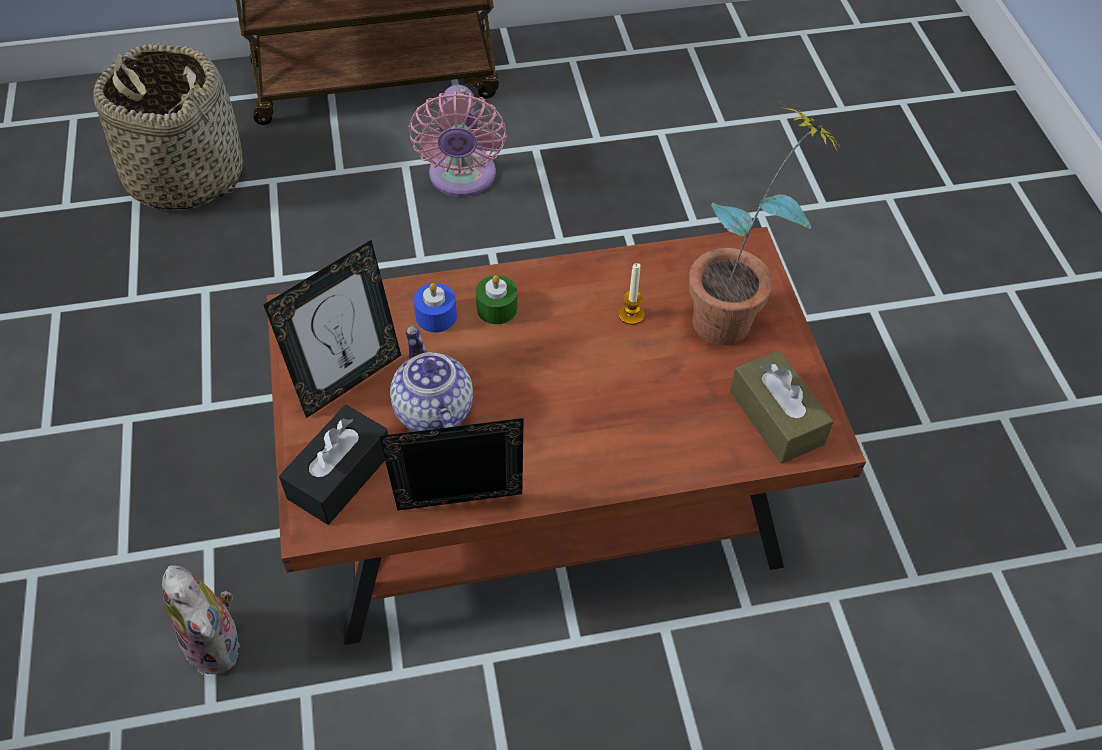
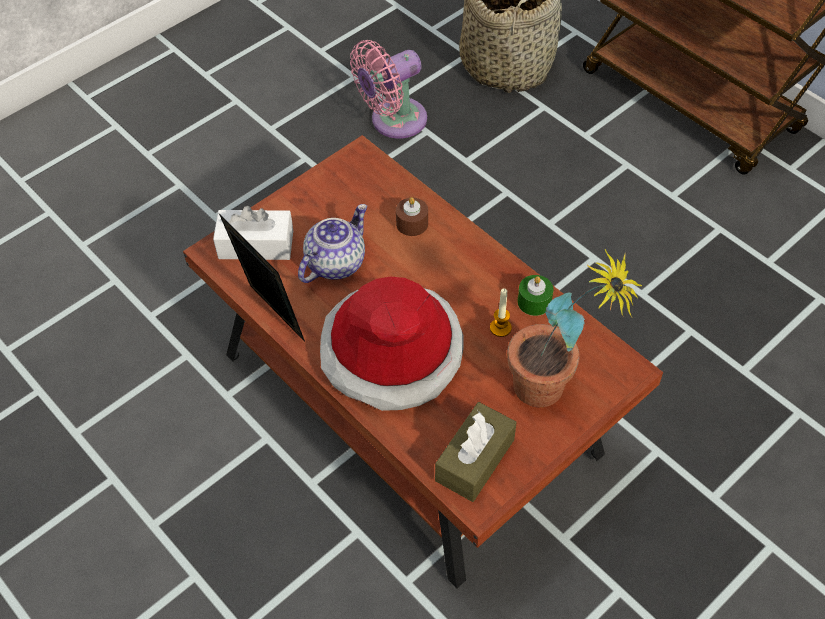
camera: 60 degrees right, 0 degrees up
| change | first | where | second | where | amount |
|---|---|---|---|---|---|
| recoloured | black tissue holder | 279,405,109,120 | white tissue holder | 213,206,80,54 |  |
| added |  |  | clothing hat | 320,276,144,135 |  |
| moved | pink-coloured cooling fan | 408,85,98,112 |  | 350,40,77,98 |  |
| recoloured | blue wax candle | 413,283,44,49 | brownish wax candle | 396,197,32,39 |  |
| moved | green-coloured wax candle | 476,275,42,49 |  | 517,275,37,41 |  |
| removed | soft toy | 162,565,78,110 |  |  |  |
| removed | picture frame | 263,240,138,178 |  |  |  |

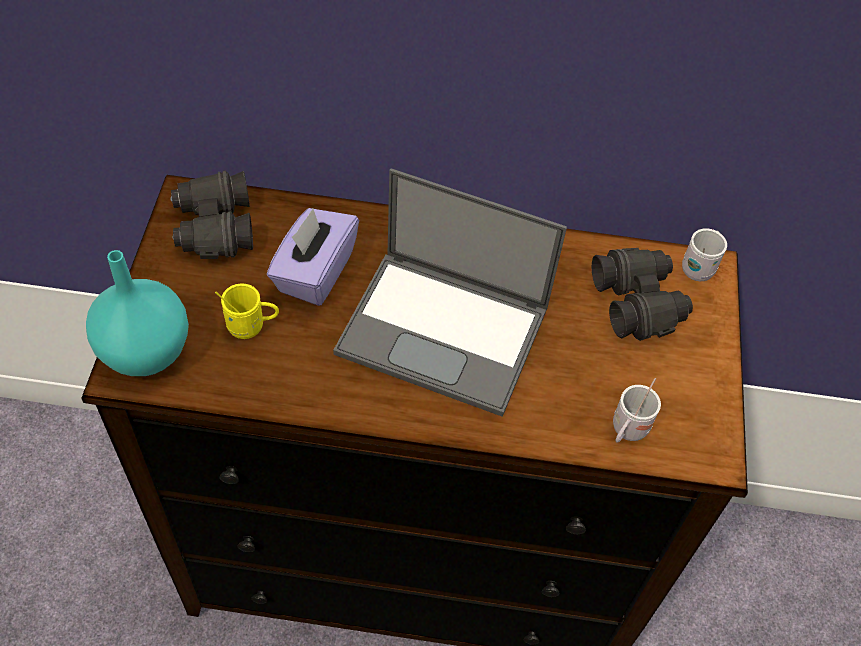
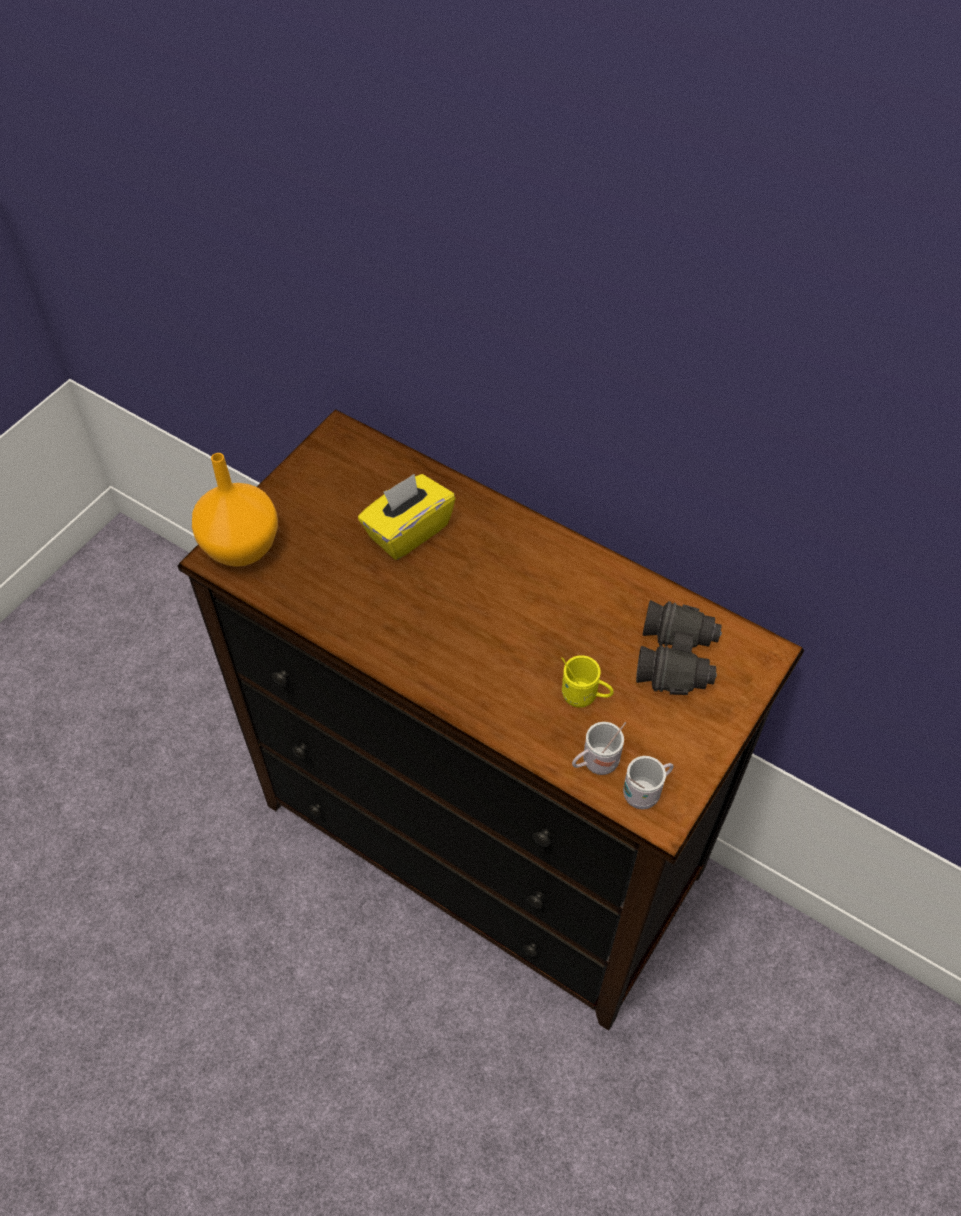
camera: 30 degrees right, 0 degrees up
| change | first | where | second | where | amount |
|---|---|---|---|---|---|
| recoloured | turquoise-coloured decorative vase | 86,250,103,126 | orange decorative vase | 192,453,86,114 |  |
| recoloured | purplish tissue holder | 267,208,92,98 | yellowish tissue holder | 358,474,98,86 |  |
| moved | yellowish coffee mug | 215,283,64,56 |  | 561,655,53,53 |  |
| moved | white coffee mug | 682,228,45,53 |  | 623,756,51,54 |  |
| removed | black pair of binoculars | 170,170,83,89 |  |  |  |
| removed | laptop | 333,168,234,249 |  |  |  |

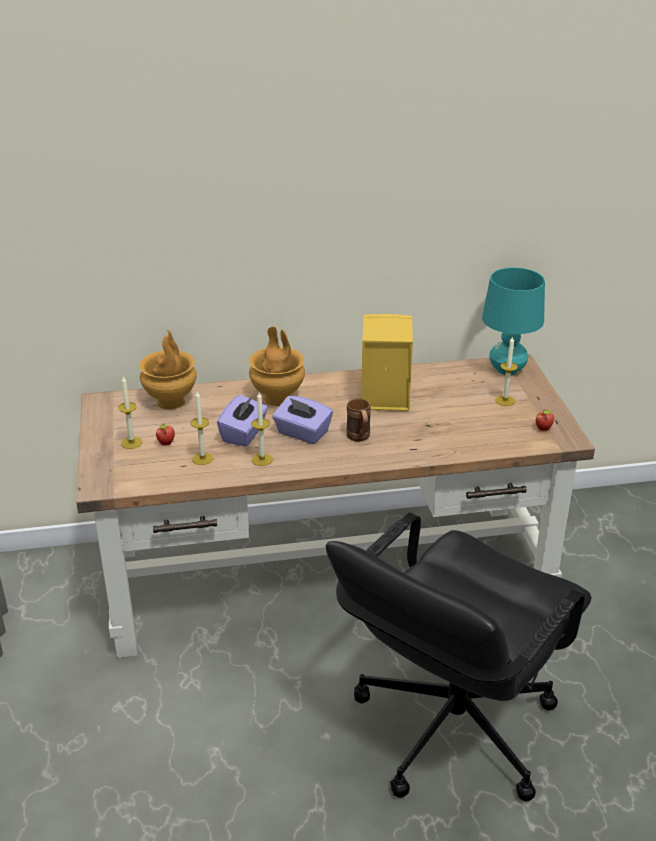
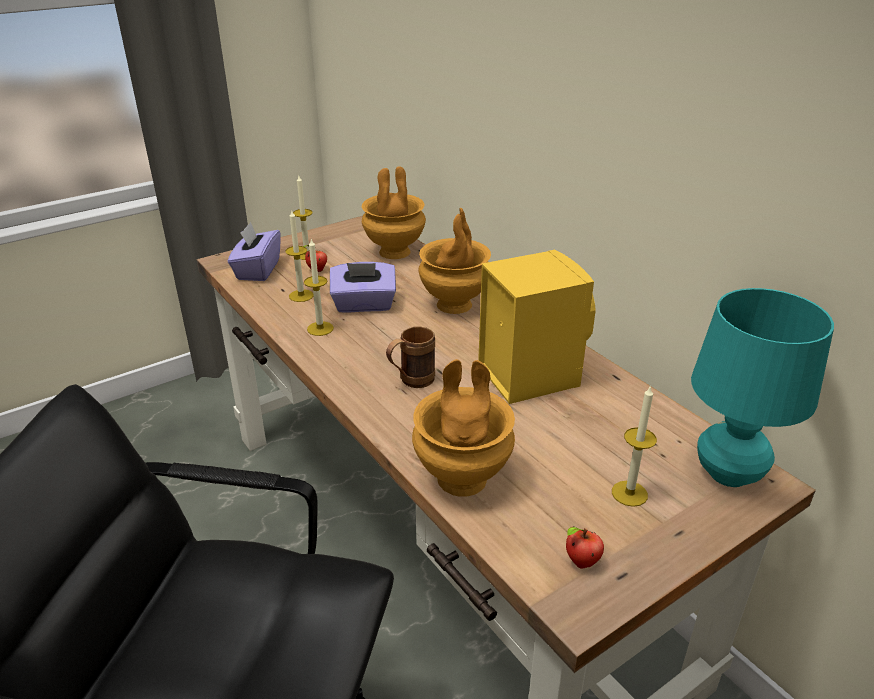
camera: 65 degrees right, 0 degrees up
| change | first | where | second | where | amount |
|---|---|---|---|---|---|
| moved | purplish tissue holder | 272,396,61,48 |  | 228,222,52,59 |  |
| added |  |  | brownish decorative vase | 412,359,103,138 |  |

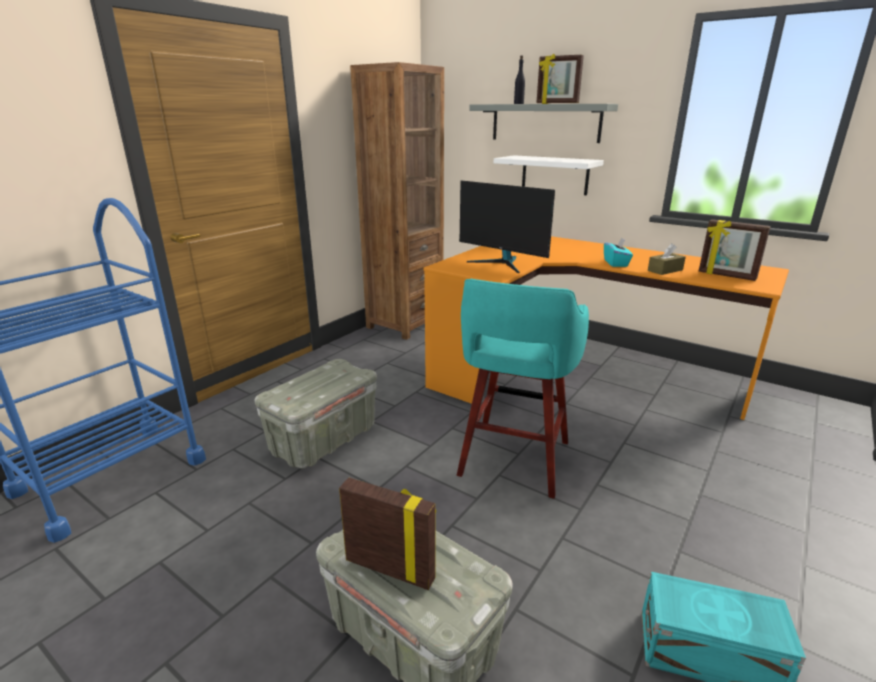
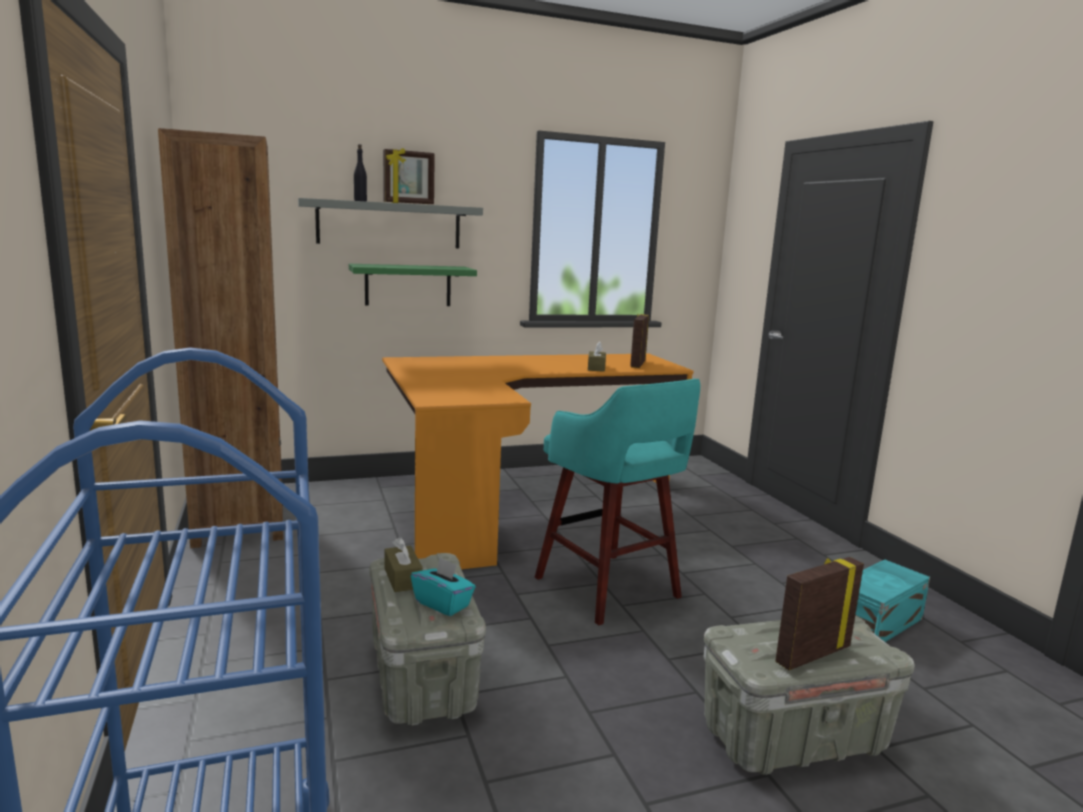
camera: 55 degrees left, 10 degrees down
| change | first | where | second | where | amount |
|---|---|---|---|---|---|
| recoloured | white bracket shelf | 494,155,110,40 | green-coloured bracket shelf | 349,264,128,42 |  |
| added |  |  | brownish tissue holder | 384,537,39,55 |  |
| moved | turquoise-coloured tissue holder | 604,237,29,30 |  | 411,557,65,59 |  |
| turned | picture frame | 699,219,72,62 |  | 630,314,19,54 | 120 degrees clockwise |
| removed | computer screen | 459,181,96,92 |  |  |  |

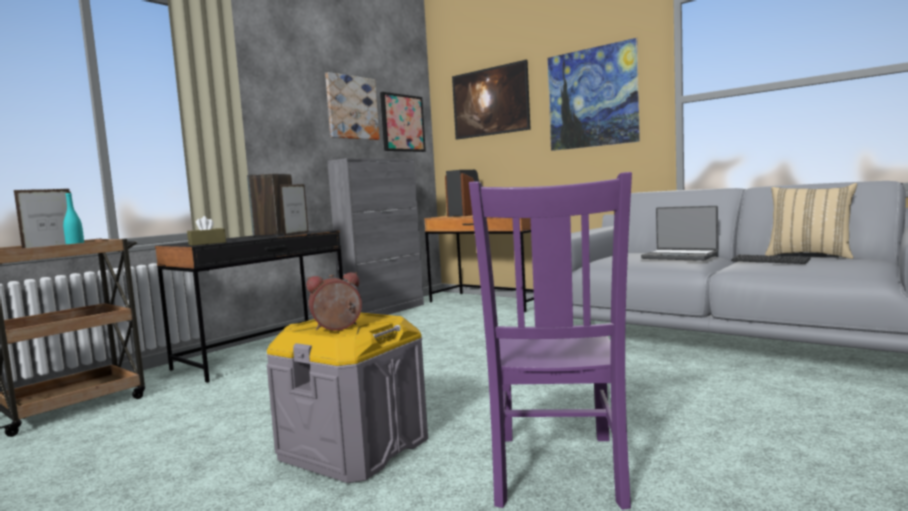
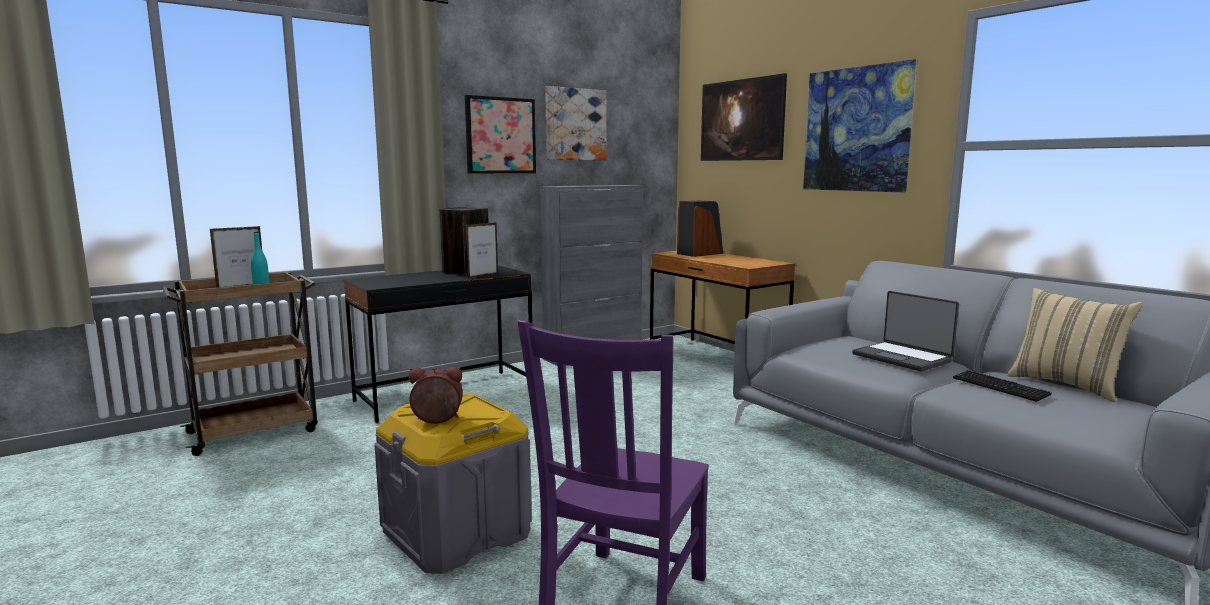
camera: 15 degrees right, 5 degrees up
| change | first | where | second | where | amount |
|---|---|---|---|---|---|
| moved | wall art | 380,92,46,60 |  | 465,95,71,79 |  |
| removed | brownish tissue holder | 187,216,39,30 |  |  |  |

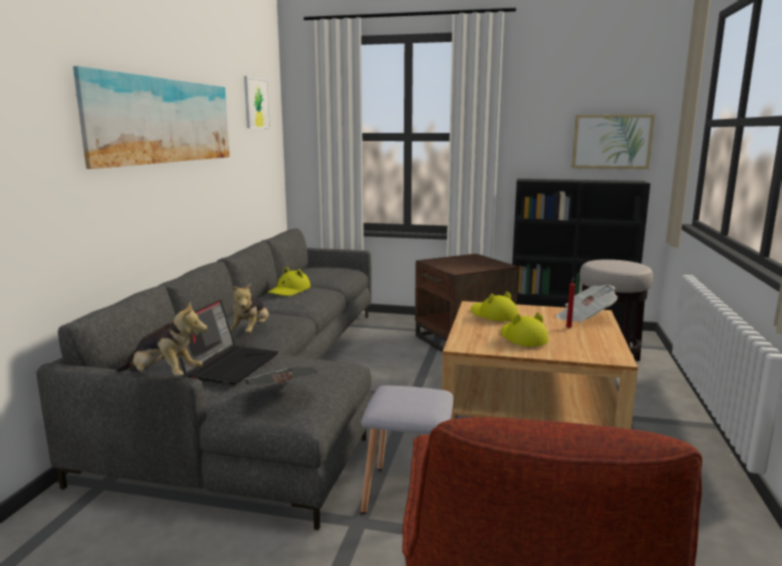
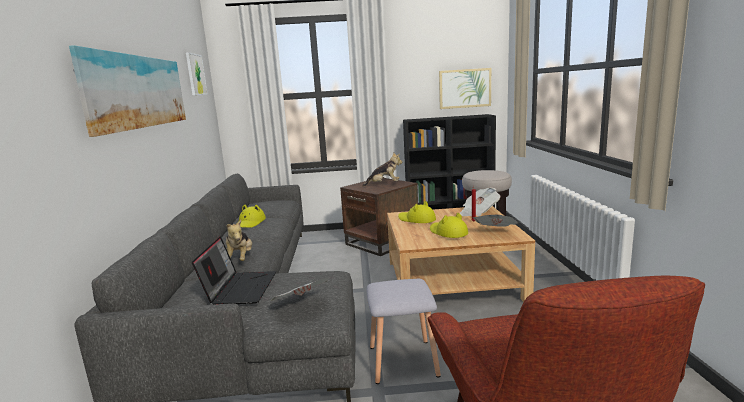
camera: 15 degrees left, 0 degrees up
| change | first | where | second | where | amount |
|---|---|---|---|---|---|
| moved | soft toy | 116,302,91,74 |  | 363,152,39,34 |  |
| added |  |  | printed paper | 473,215,46,12 |  |

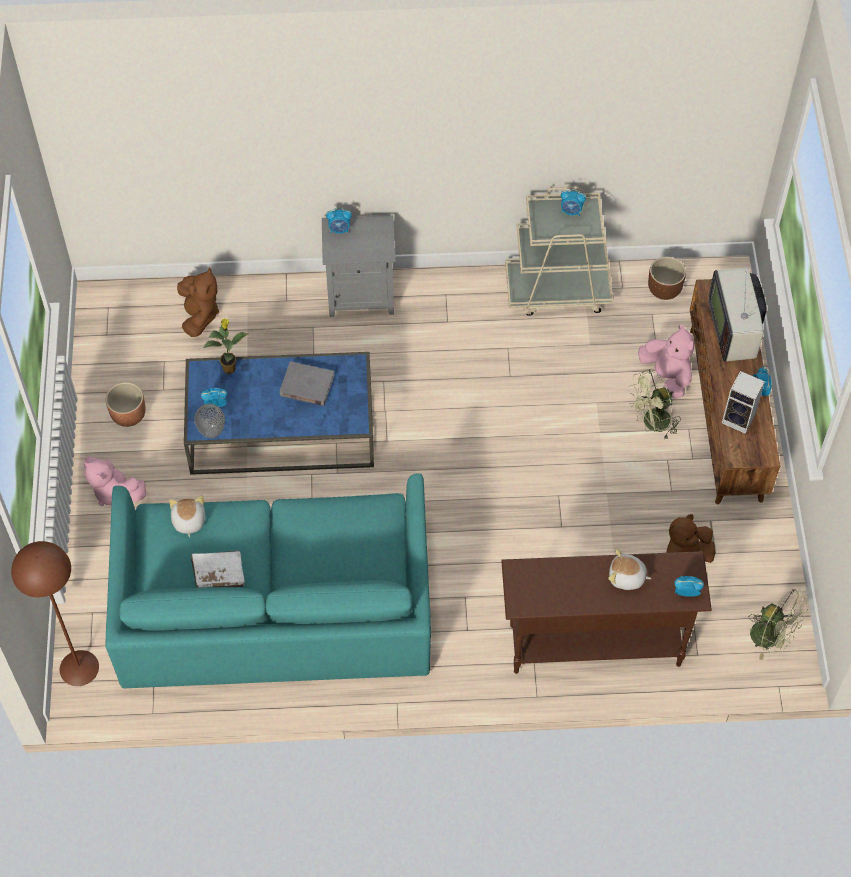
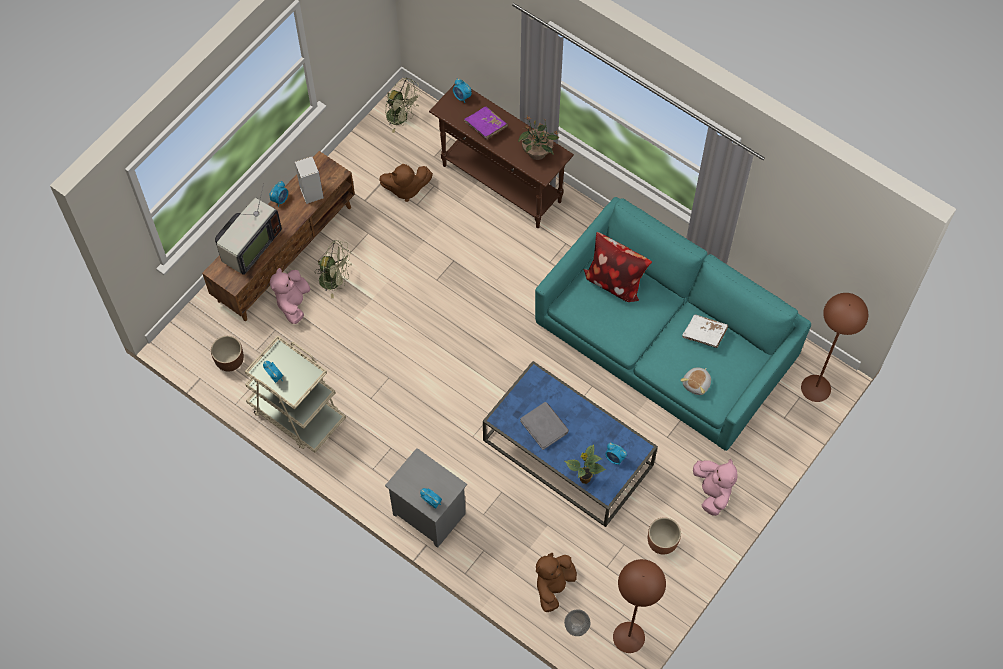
camera: 140 degrees left, 5 degrees up
| change | first | where | second | where | amount |
|---|---|---|---|---|---|
| turned | green-coloured cooling fan | 749,589,60,71 |  | 385,77,36,56 | 135 degrees clockwise |
| replaced | soft toy | 608,549,43,41 | purplish volume | 464,107,44,32 |  |
| added |  |  | plant in a pot | 518,116,42,44 |  |
| moved | decorative vase | 194,403,31,35 |  | 564,609,26,27 |  |
| added |  |  | throw pillow | 583,232,69,70 |  |
| added |  |  | brownish standing lamp | 613,559,53,94 |  |

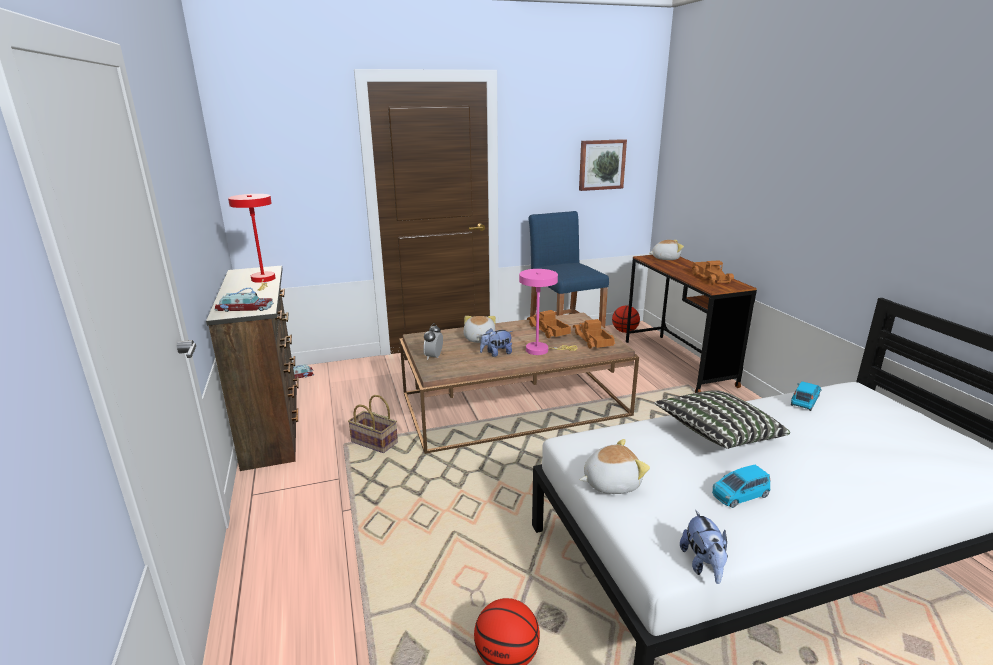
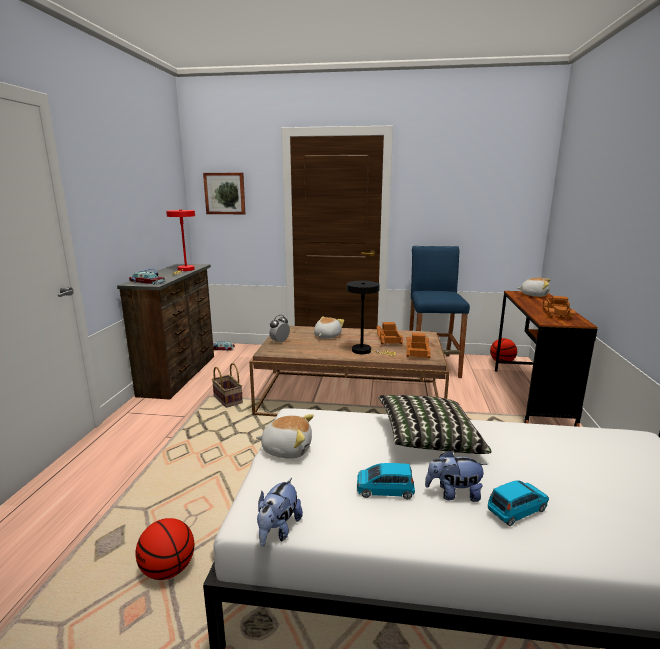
camera: 25 degrees right, 5 degrees down
| change | first | where | second | where | amount |
|---|---|---|---|---|---|
| moved | wall art | 579,139,48,52 |  | 203,173,42,41 |  |
| recoloured | pink-coloured lamp for a table | 519,269,59,86 | black lamp for a table | 347,281,49,75 |  |
| moved | soft toy | 480,328,33,29 |  | 425,450,62,52 |  |
| moved | blue miniature car | 791,381,30,30 |  | 488,480,61,46 |  |

